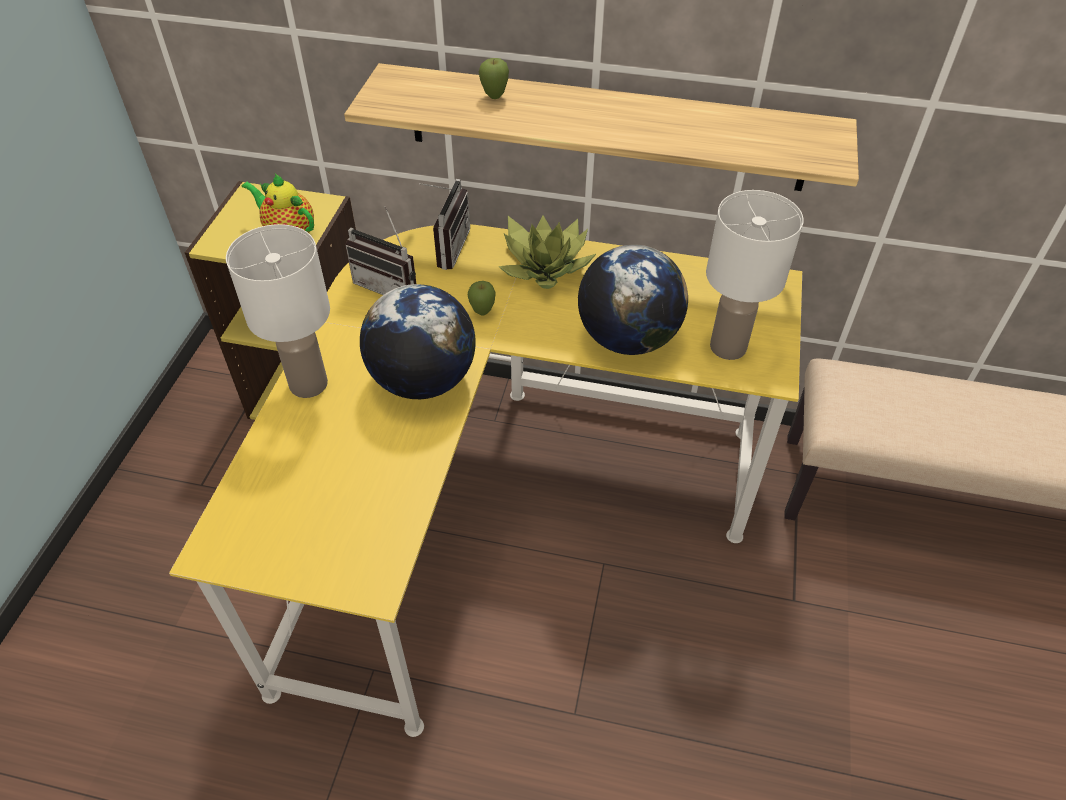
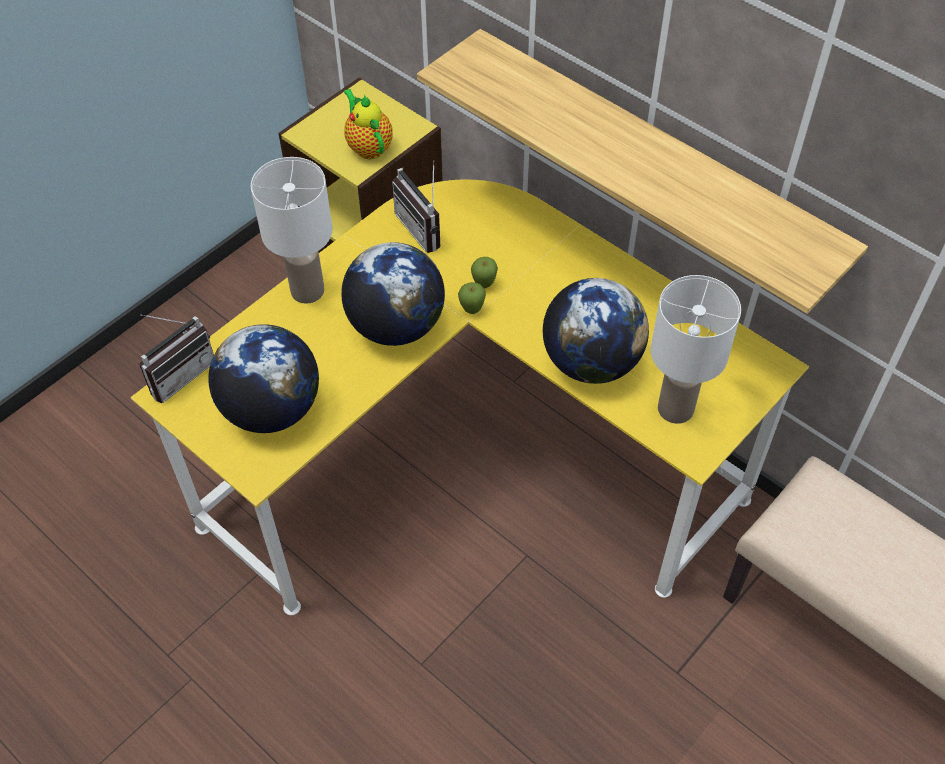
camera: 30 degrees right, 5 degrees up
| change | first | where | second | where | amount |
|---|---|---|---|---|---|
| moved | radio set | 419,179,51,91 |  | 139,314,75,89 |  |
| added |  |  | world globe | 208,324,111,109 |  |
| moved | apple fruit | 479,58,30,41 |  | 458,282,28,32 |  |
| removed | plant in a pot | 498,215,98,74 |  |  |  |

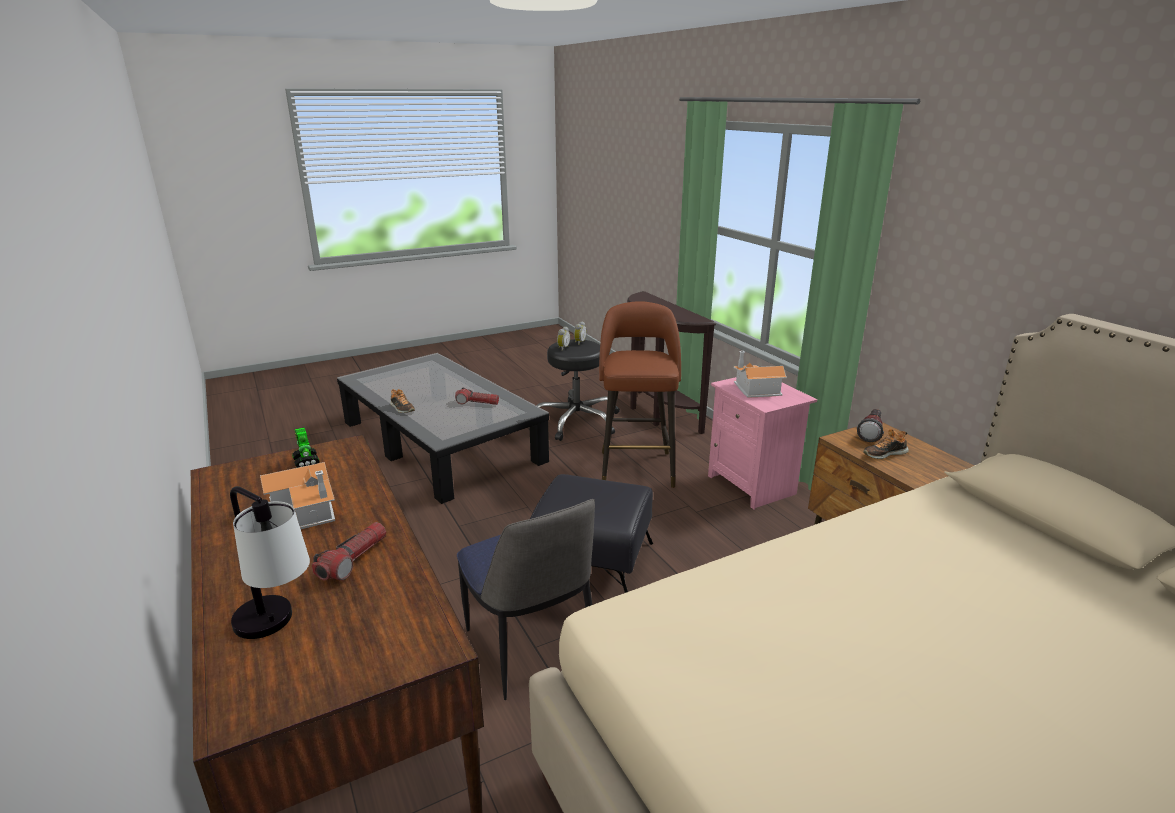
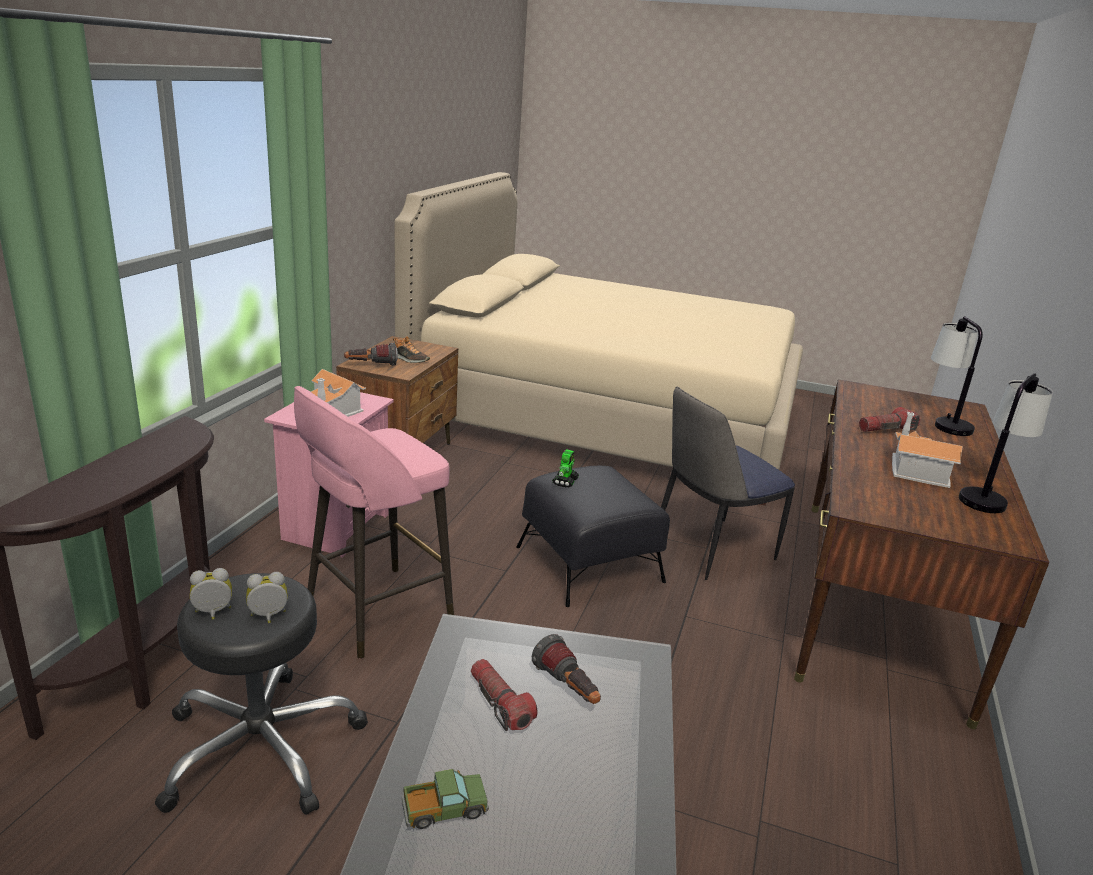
camera: 135 degrees left, 0 degrees up
| change | first | where | second | where | amount |
|---|---|---|---|---|---|
| recoloured | brownish stool seat | 599,301,82,187 | pink-coloured stool seat | 294,386,160,273 |  |
| added |  |  | toy truck | 402,769,87,60 |  |
| added |  |  | hand torch | 532,634,69,70 |  |
| moved | model robot | 292,428,28,40 |  | 552,449,27,38 |  |
| turned | plain chair | 457,499,138,201 |  | 661,387,134,193 | 135 degrees counterclockwise |
| added |  |  | lamp for a table | 959,373,94,140 |  |
| removed | item of footwear | 390,389,25,24 |  |  |  |

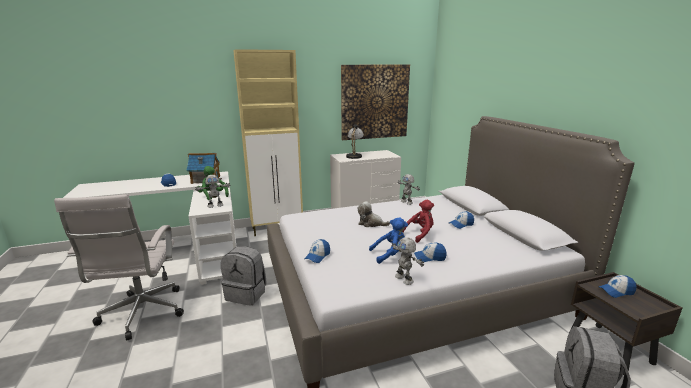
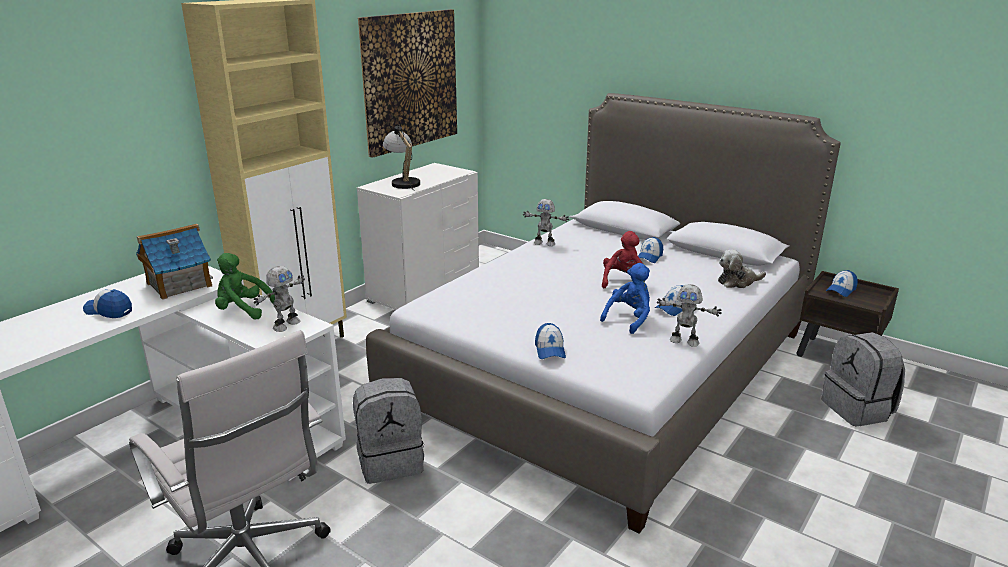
camera: 35 degrees left, 5 degrees up
| change | first | where | second | where | amount |
|---|---|---|---|---|---|
| moved | soft toy | 358,201,32,26 |  | 718,250,48,38 |  |

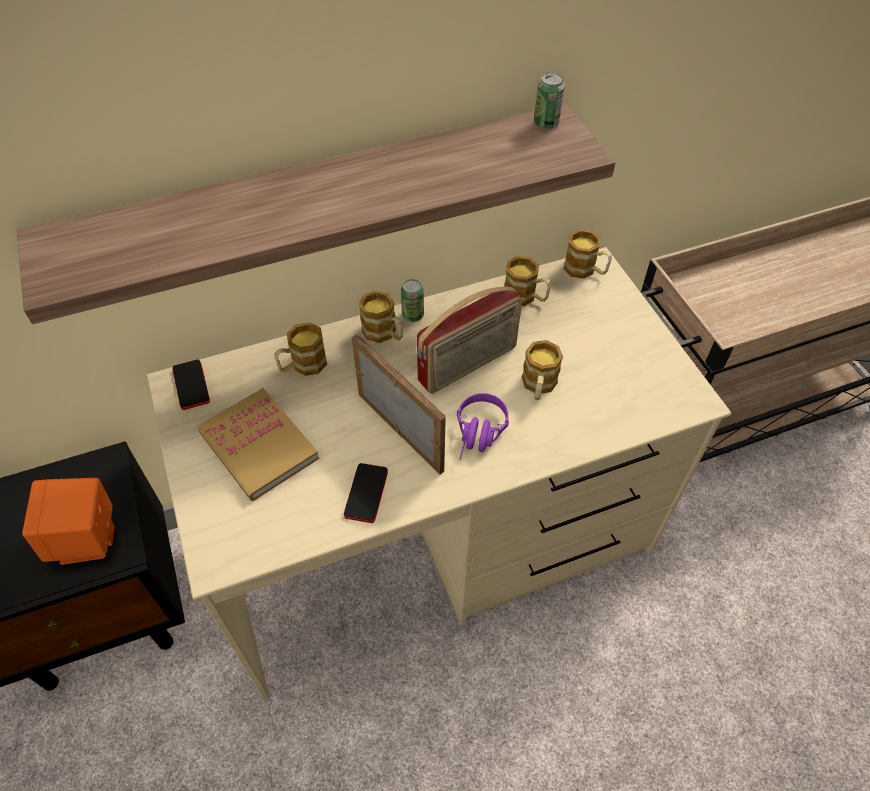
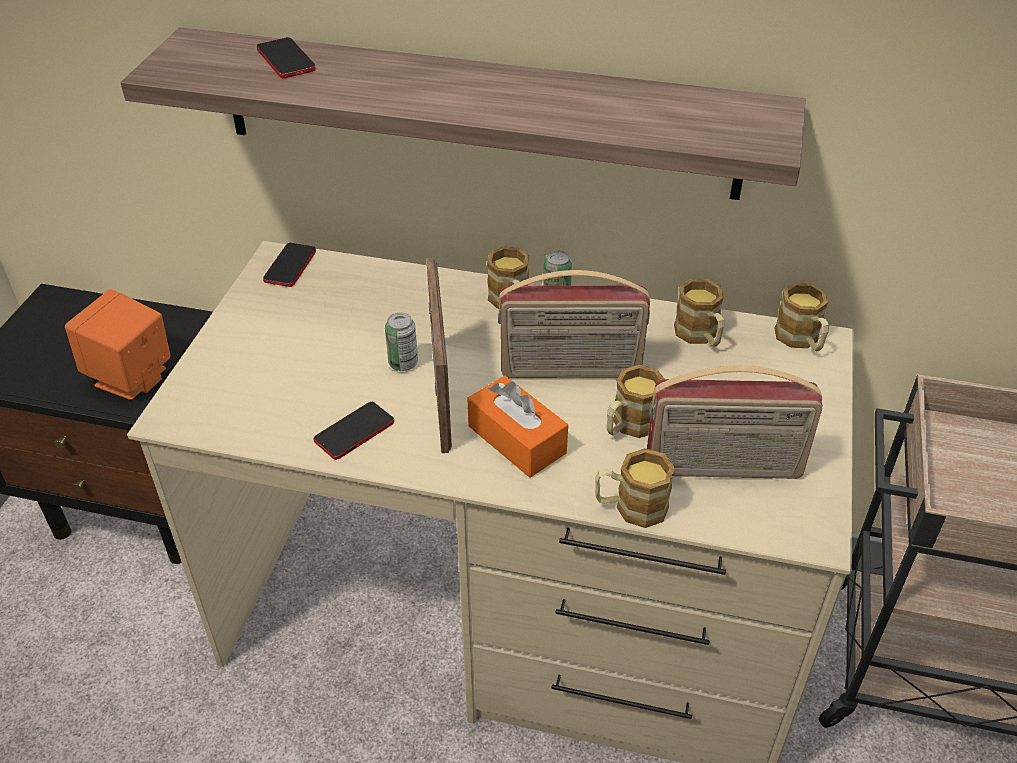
camera: 35 degrees right, 10 degrees down
| change | first | where | second | where | amount |
|---|---|---|---|---|---|
| added |  |  | telephone | 257,37,59,42 |  |
| moved | metal can | 534,73,31,56 |  | 385,313,33,58 |  |
| replaced | purplish pair of headphones | 457,393,52,67 | orange tissue holder | 468,376,100,102 |  |
| moved | coffee mug | 274,322,53,54 |  | 595,448,80,80 |  |
| added |  |  | radio set | 647,365,175,114 |  |
| removed | volume | 197,388,122,113 |  |  |  |

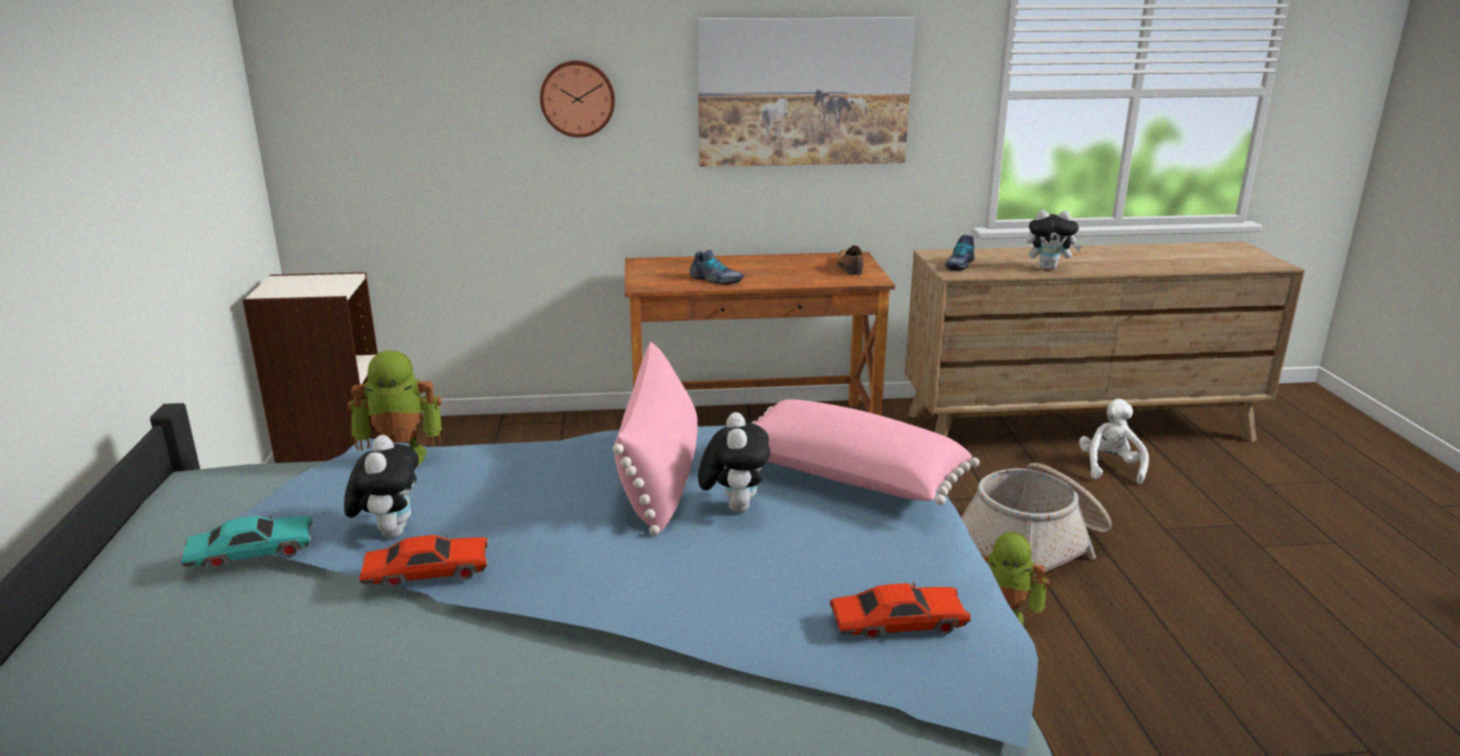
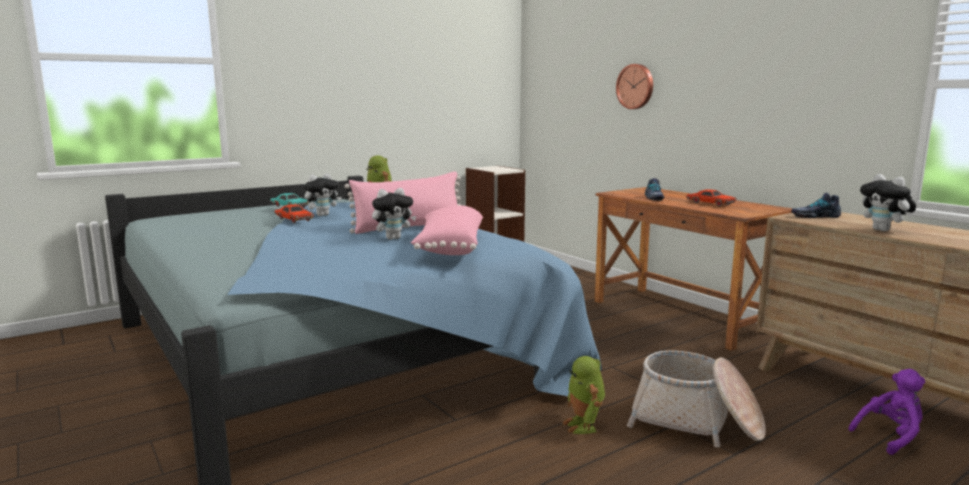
camera: 60 degrees right, 10 degrees down
| change | first | where | second | where | amount |
|---|---|---|---|---|---|
| moved | red-coloured miniature car | 830,581,141,59 |  | 686,189,50,18 |  |
| recoloured | white soft toy | 1079,399,70,85 | purplish soft toy | 848,369,77,86 |  |
| removed | wall art | 697,17,218,150 |  |  |  |
| removed | item of footwear | 837,245,27,30 |  |  |  |

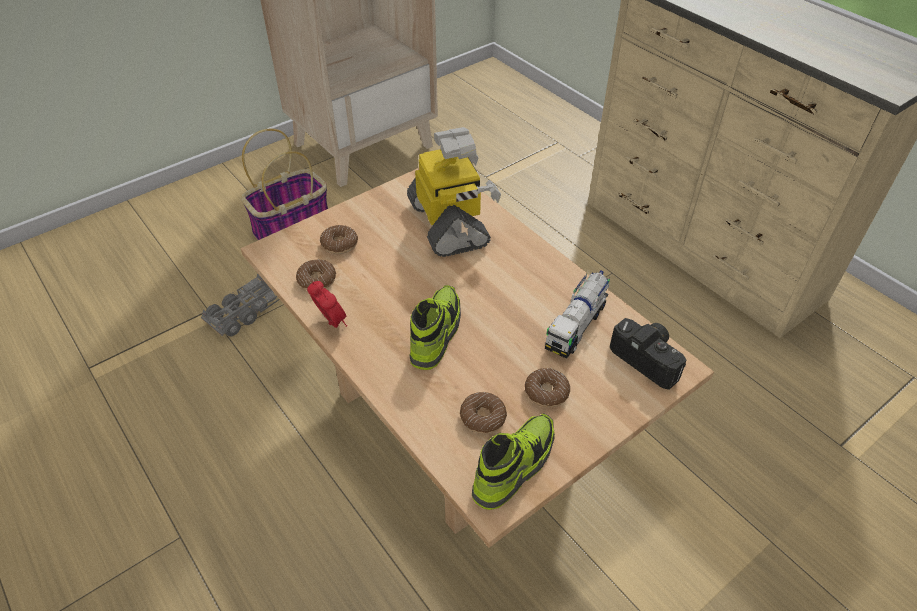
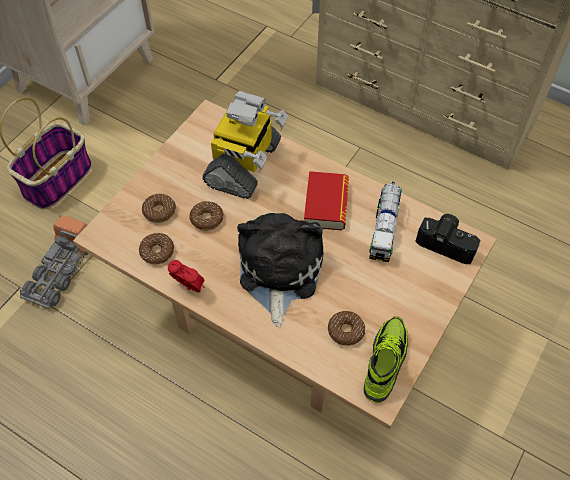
camera: 20 degrees left, 10 degrees up
| change | first | where | second | where | amount |
|---|---|---|---|---|---|
| moved | donut | 525,368,45,40 |  | 189,201,34,30 |  |
| turned | model robot | 407,127,94,130 |  | 202,91,86,108 | 60 degrees clockwise |
| replaced | item of footwear | 410,285,51,85 | soft toy | 237,212,86,115 |  |
| added |  |  | volume | 304,171,45,60 |  |

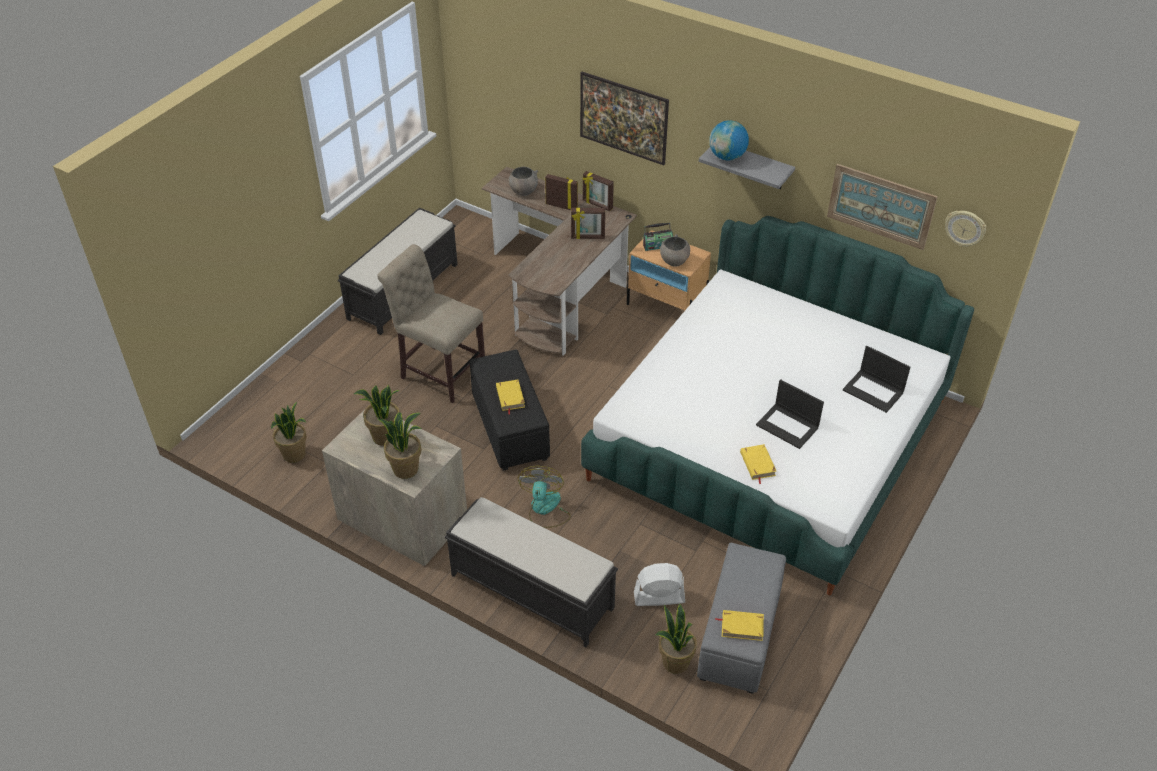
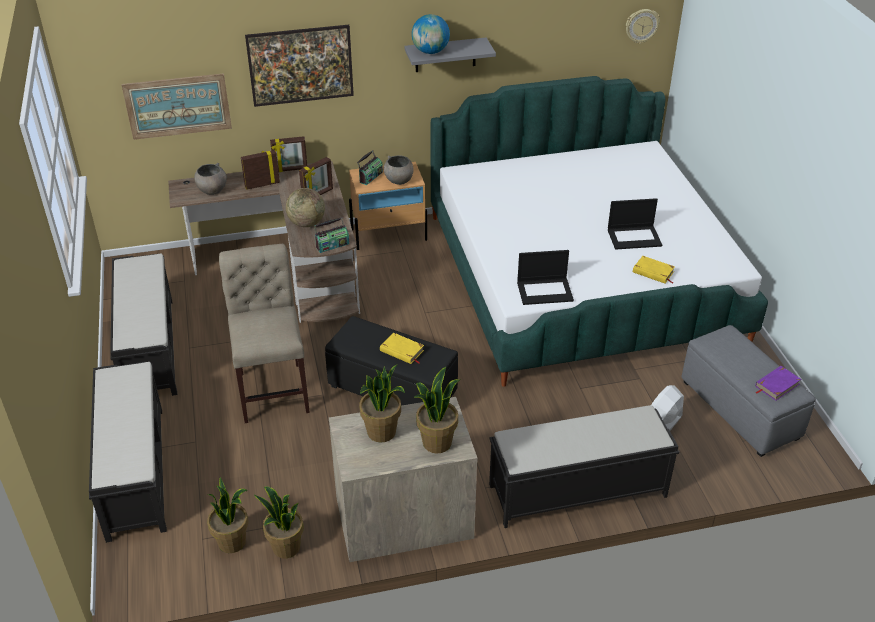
camera: 45 degrees left, 5 degrees down
| change | first | where | second | where | amount |
|---|---|---|---|---|---|
| added |  |  | black indoor bench | 89,362,78,181 |  |
| moved | wall art | 827,164,111,86 |  | 121,73,111,67 |  |
| turned | beige plain chair | 377,244,108,159 |  | 219,244,91,179 | 90 degrees clockwise |
| moved | plant in a pot | 656,604,41,70 |  | 254,487,50,71 |  |
| added |  |  | world globe | 286,188,39,39 |  |
| added |  |  | radio set | 314,218,35,35 |  |
| moved | laptop | 843,346,68,67 |  | 517,250,57,55 |  |
| recoloured | yellowish volume | 715,610,49,31 | purplish volume | 755,366,46,35 |  |
| removed | cooling fan | 518,466,53,62 |  |  |  |

